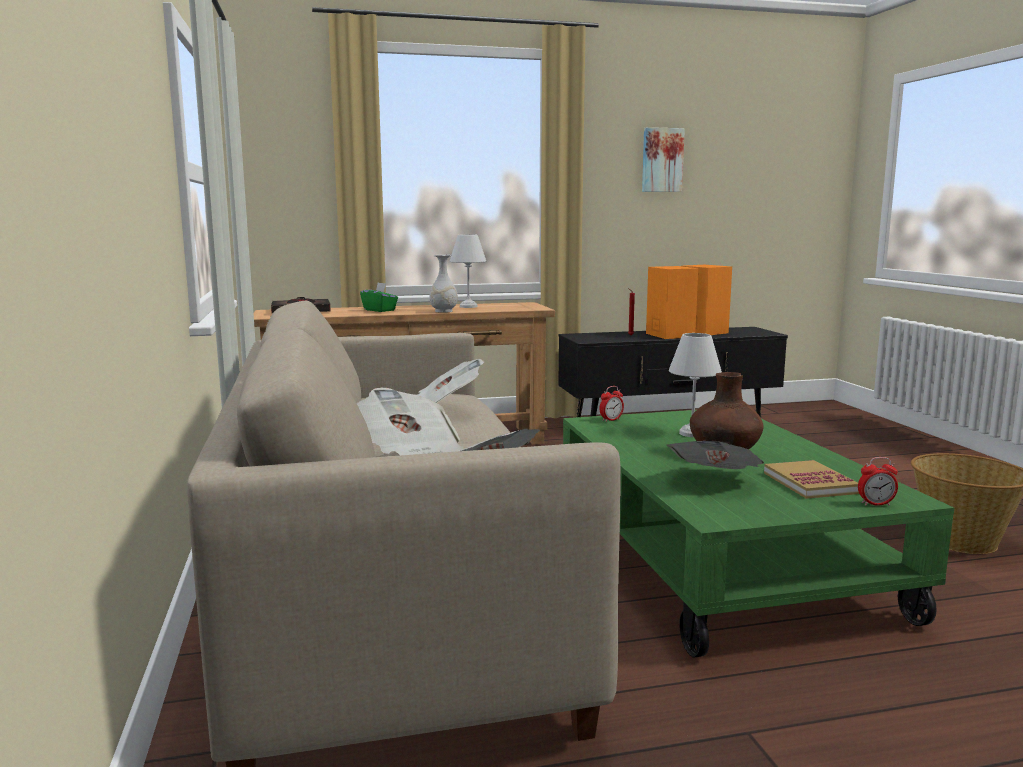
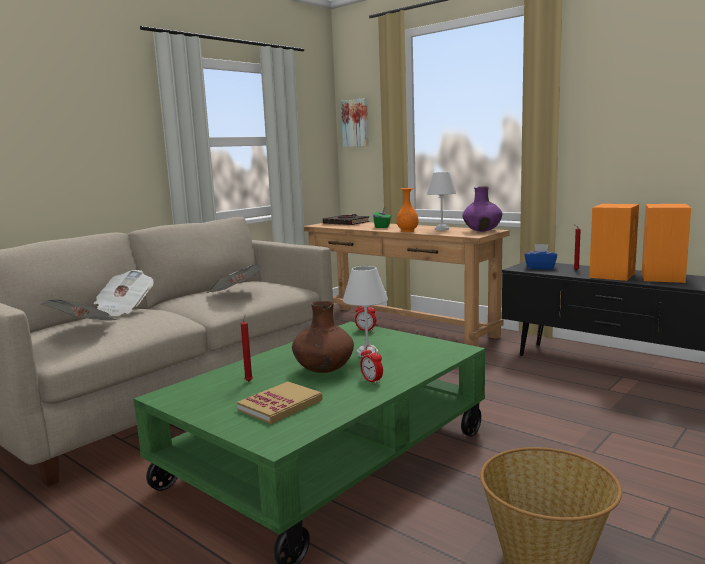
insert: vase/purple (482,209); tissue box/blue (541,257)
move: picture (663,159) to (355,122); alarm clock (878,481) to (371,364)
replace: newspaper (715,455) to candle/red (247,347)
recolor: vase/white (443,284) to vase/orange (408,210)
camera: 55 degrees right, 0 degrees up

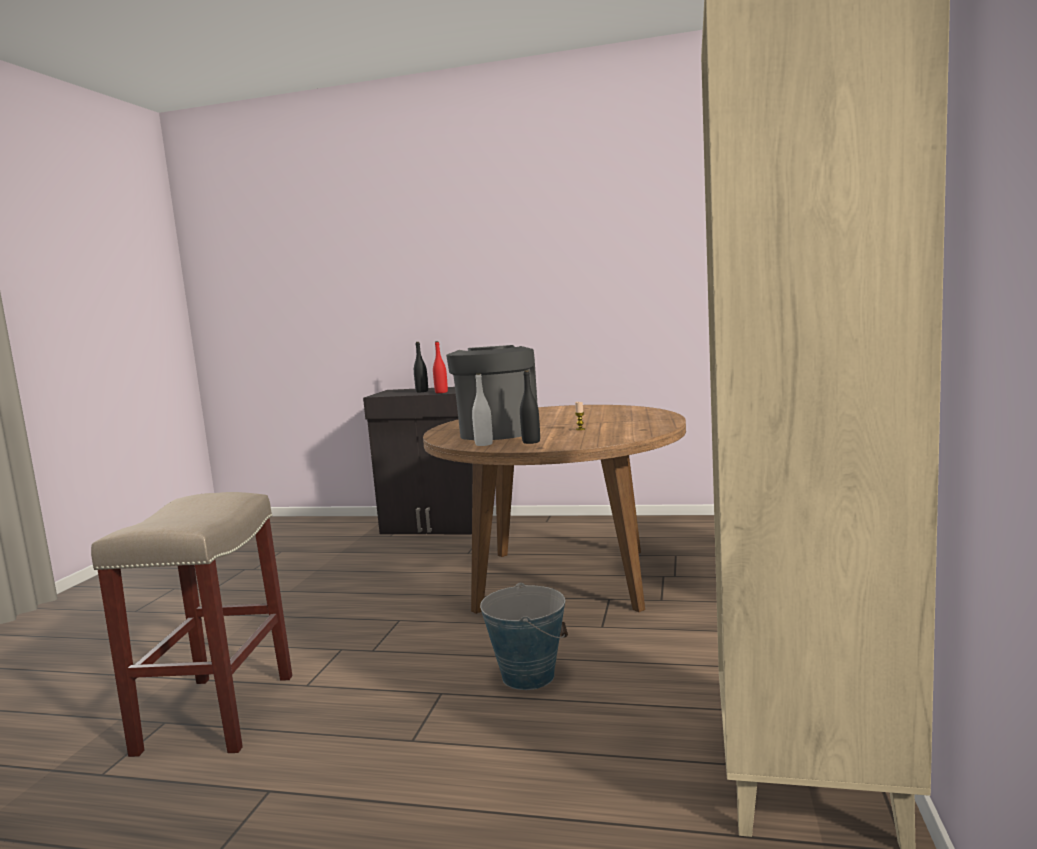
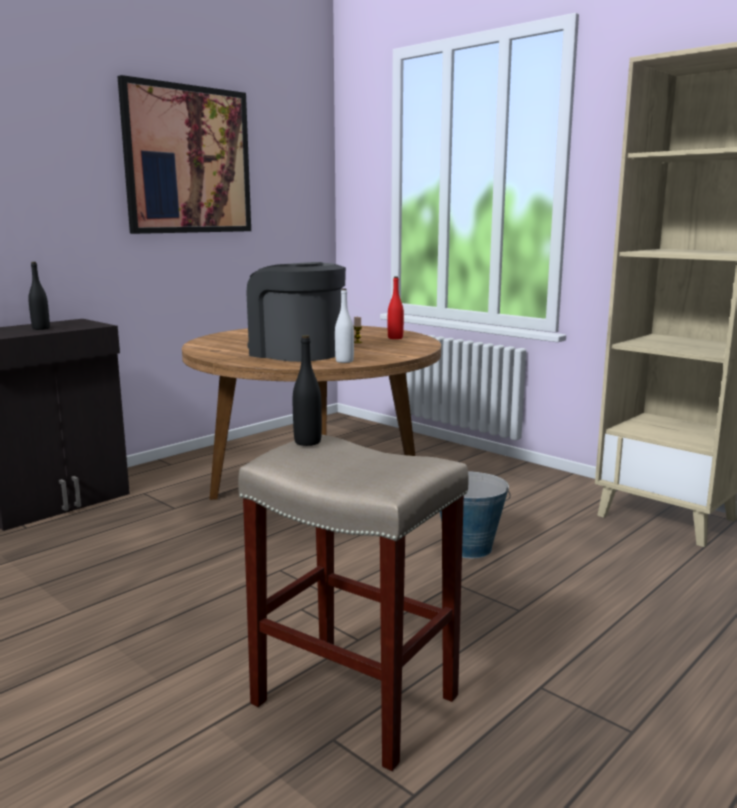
insert: picture (184,154)
move: bottle/red (440,367) to (396,307); bottle/black (530,407) to (307,390)
camera: 60 degrees left, 5 degrees up

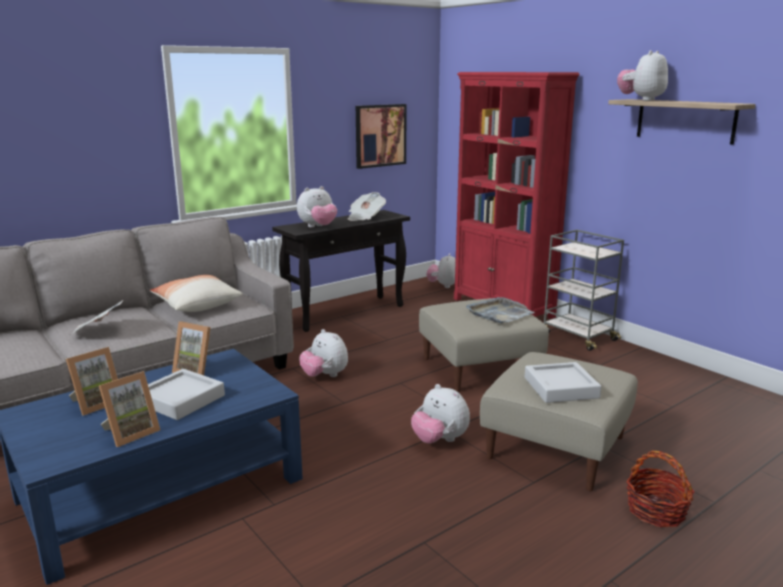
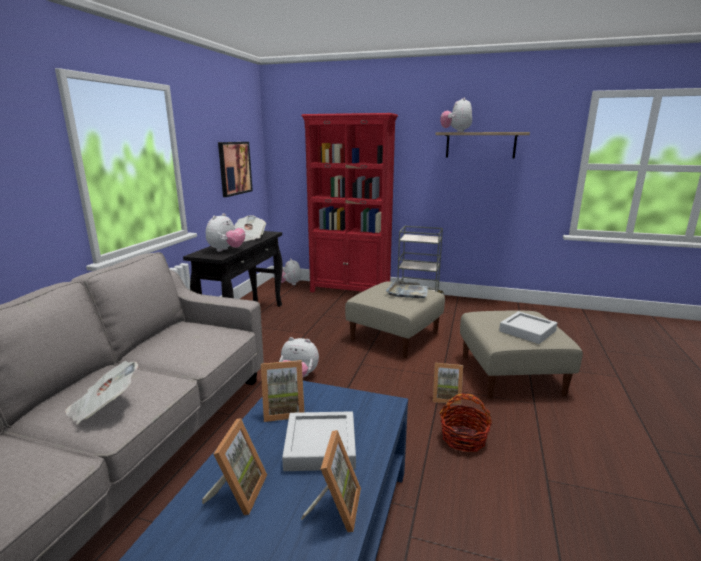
delete: pillow (196,293)
move: basket (660,488) to (465,423)
replace: plush toy (440,414) to picture frame (448,384)
camera: 35 degrees left, 0 degrees up

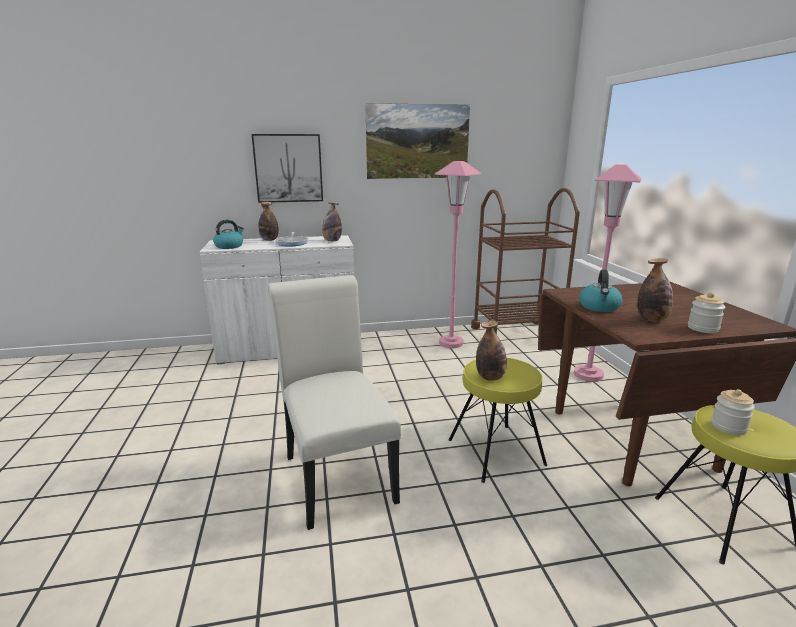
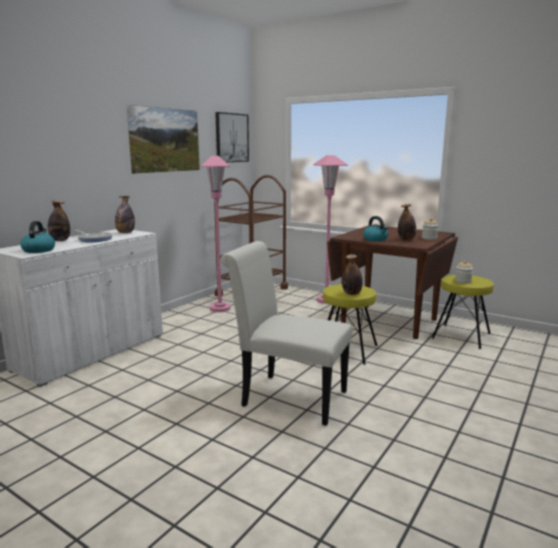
move: picture (287,168) to (232,137)
camera: 45 degrees left, 5 degrees down

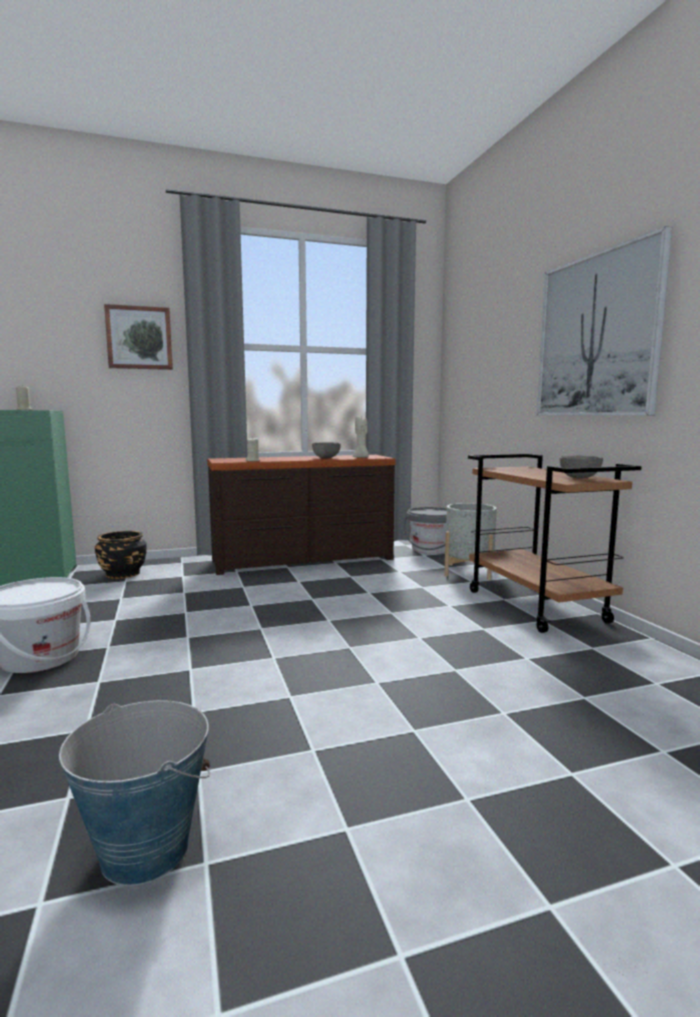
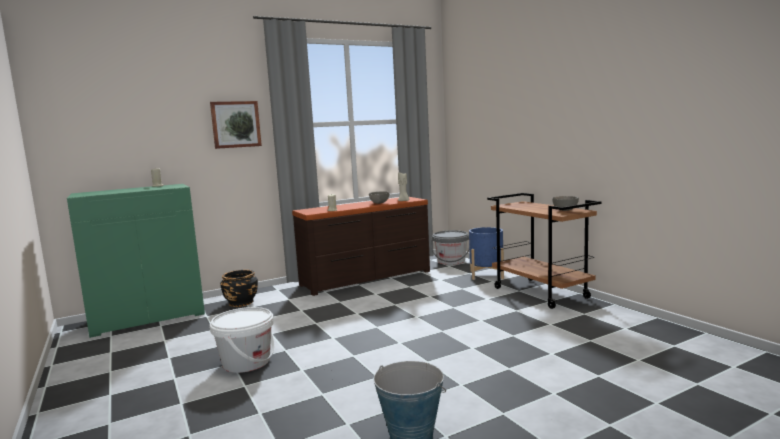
delete: picture (605,321)
recolor: planter/grey (470,541) to planter/blue (486,253)
camera: 10 degrees left, 0 degrees up

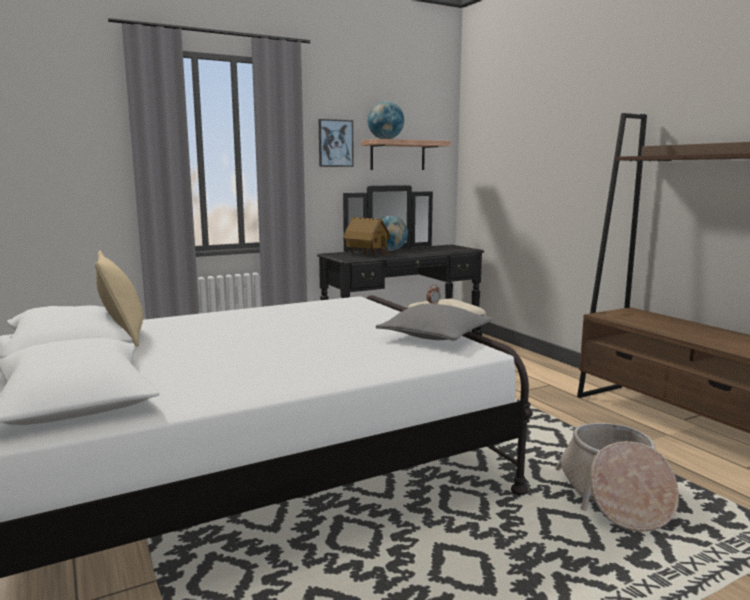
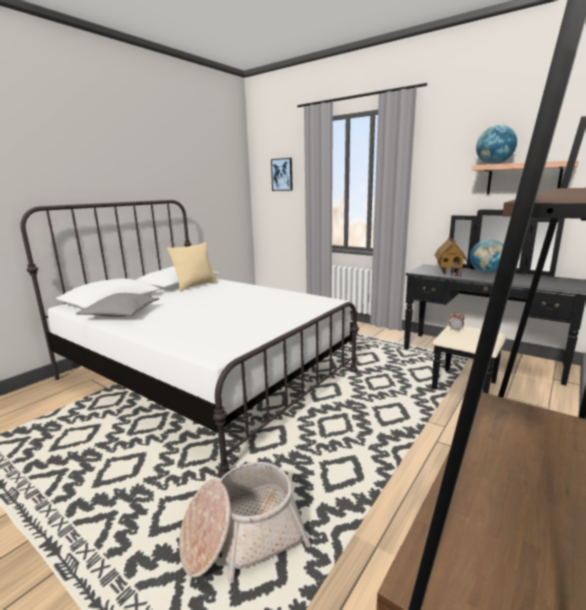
move: picture (336,143) to (282,174); pillow/grey (434,322) to (117,305)
camera: 65 degrees right, 5 degrees up

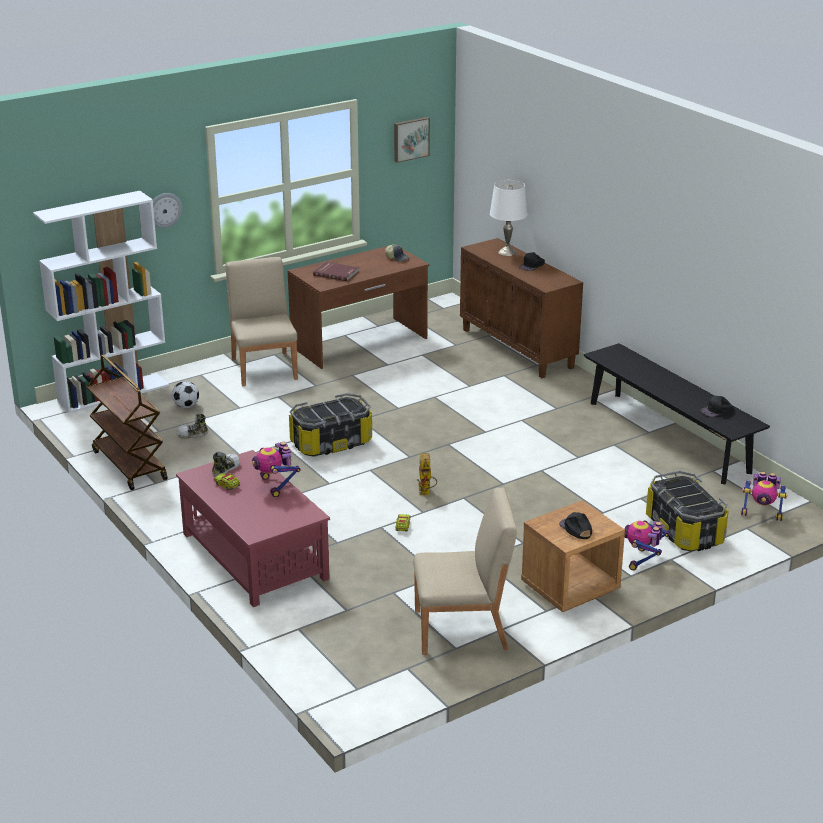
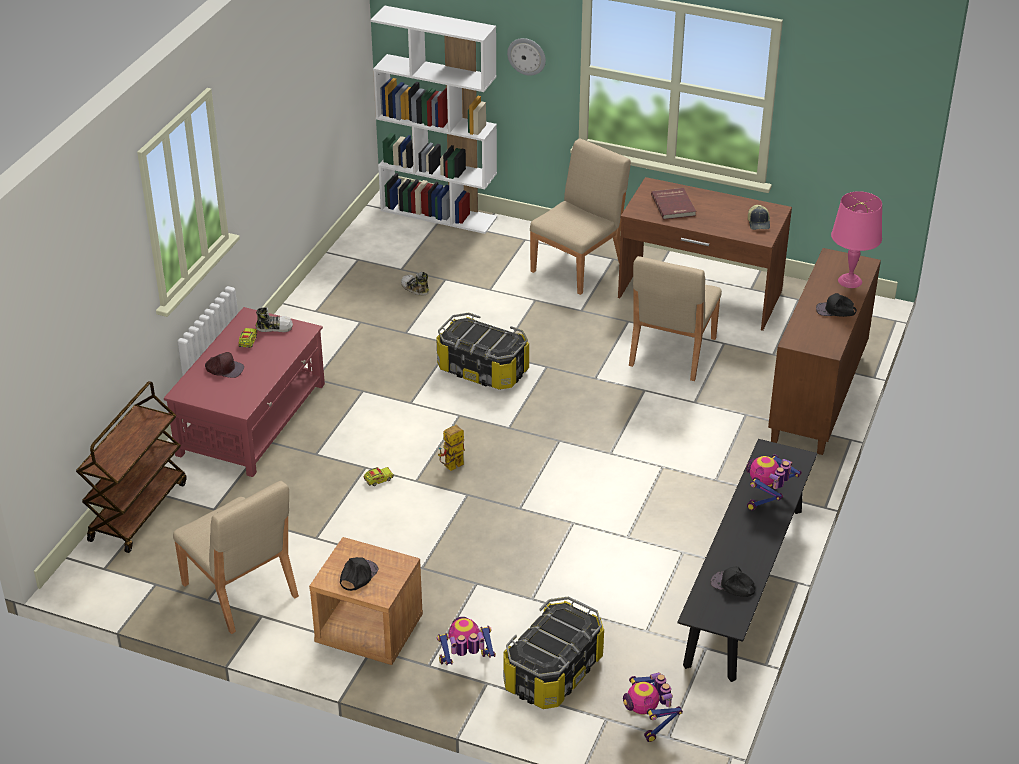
delete: football (185,394); picture (412,140)
insert: cap/brown (224,365); chair/beige (675,318)
move: cart/brown (126,422) to (131,467); toy robot (276,469) to (774,483)
recolor: table lamp/white (509,218) to table lamp/pink (856,239)
camera: 55 degrees right, 10 degrees up

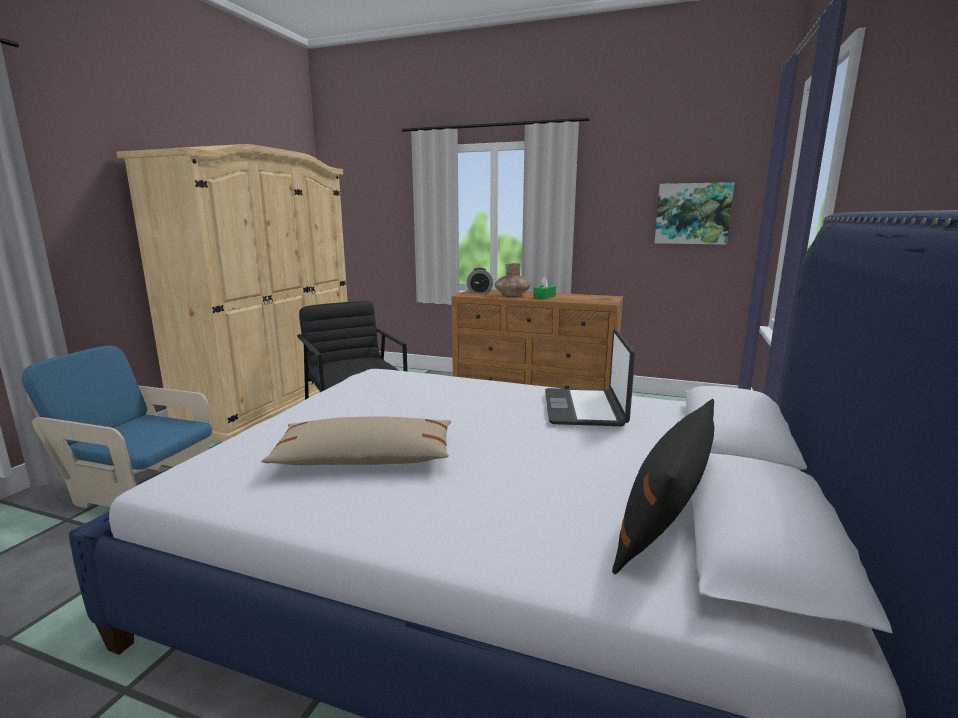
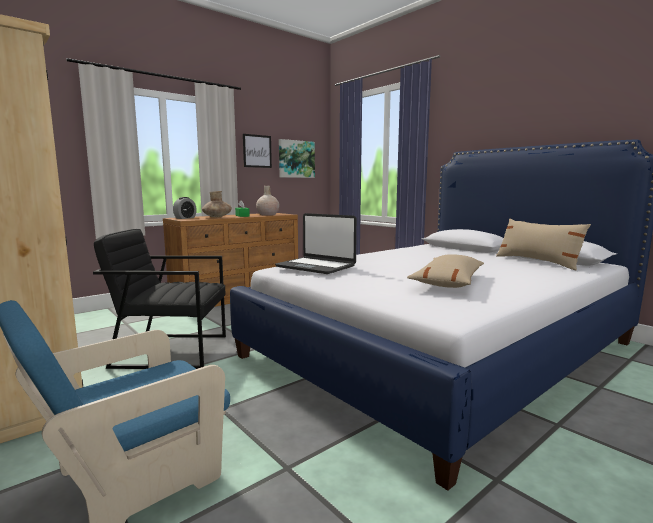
insert: picture (257,151); vase/beige (268,201)
move: laptop (590,377) to (316,243)
recolor: pillow/black (663,486) to pillow/beige (543,244)
camera: 60 degrees left, 5 degrees down

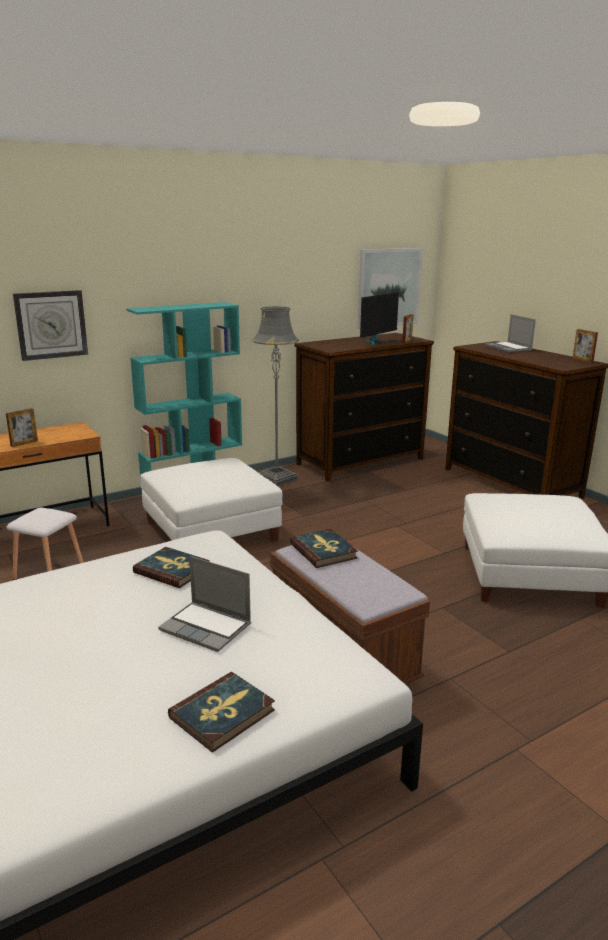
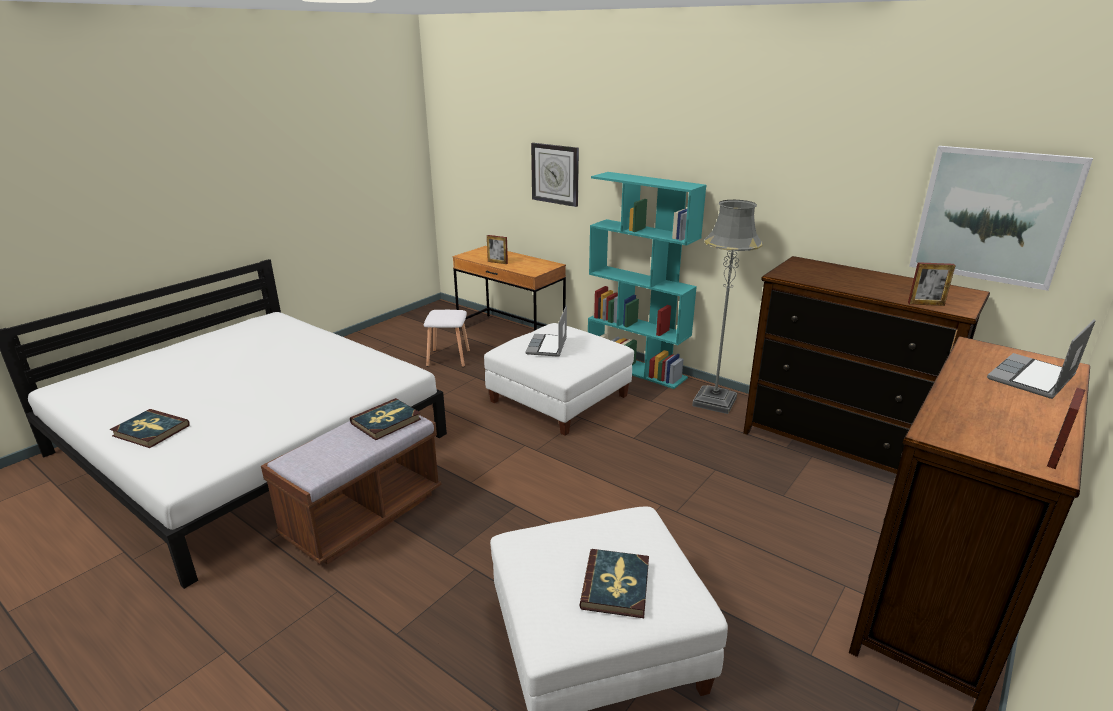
delete: monitor (379,319)
move: book (171,567) to (614,583); laptop (204,604) to (546,331)
camera: 70 degrees right, 5 degrees up

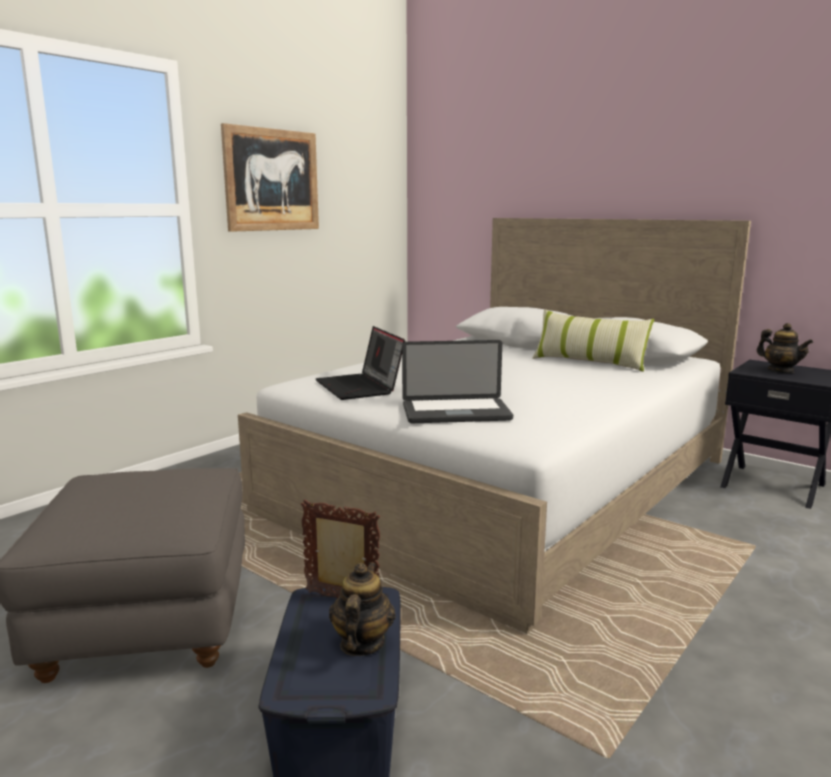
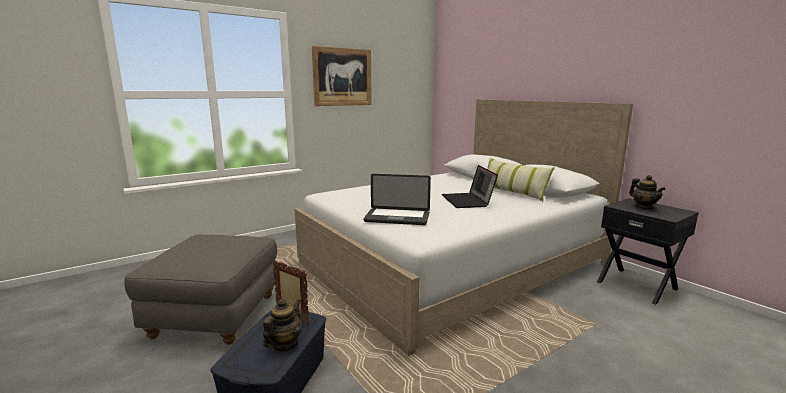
move: laptop (360,363) to (470,186)
camera: 15 degrees right, 0 degrees up

